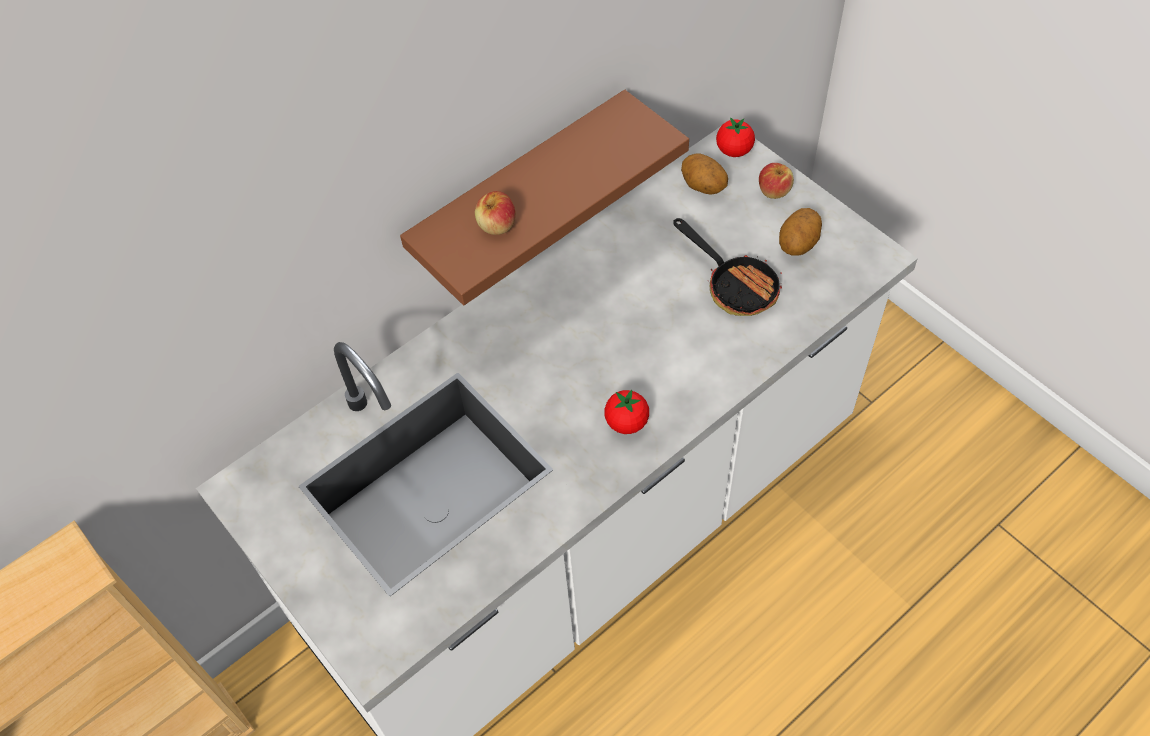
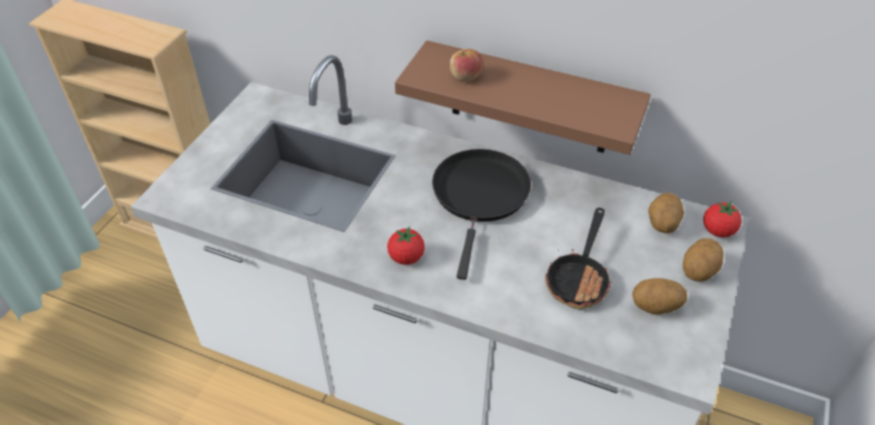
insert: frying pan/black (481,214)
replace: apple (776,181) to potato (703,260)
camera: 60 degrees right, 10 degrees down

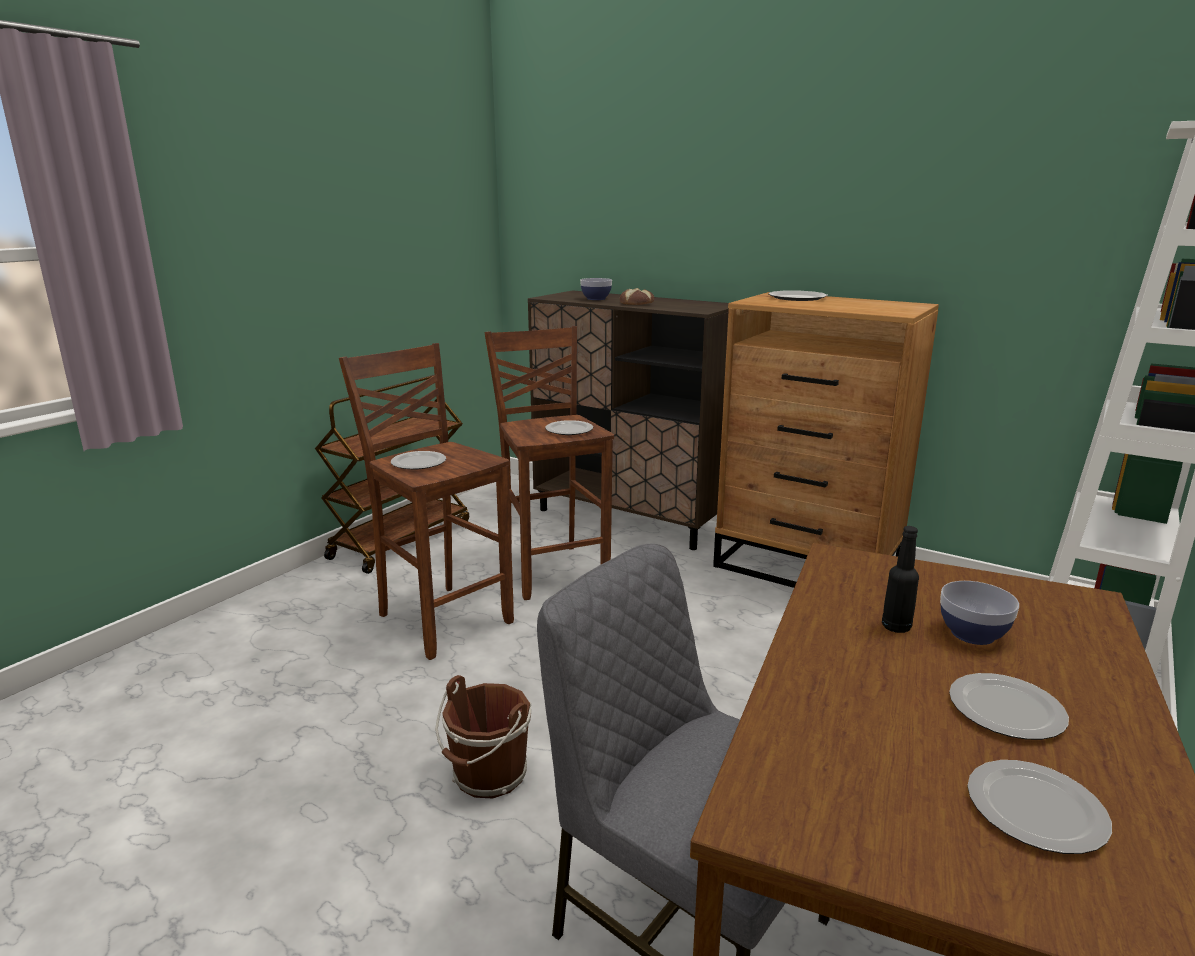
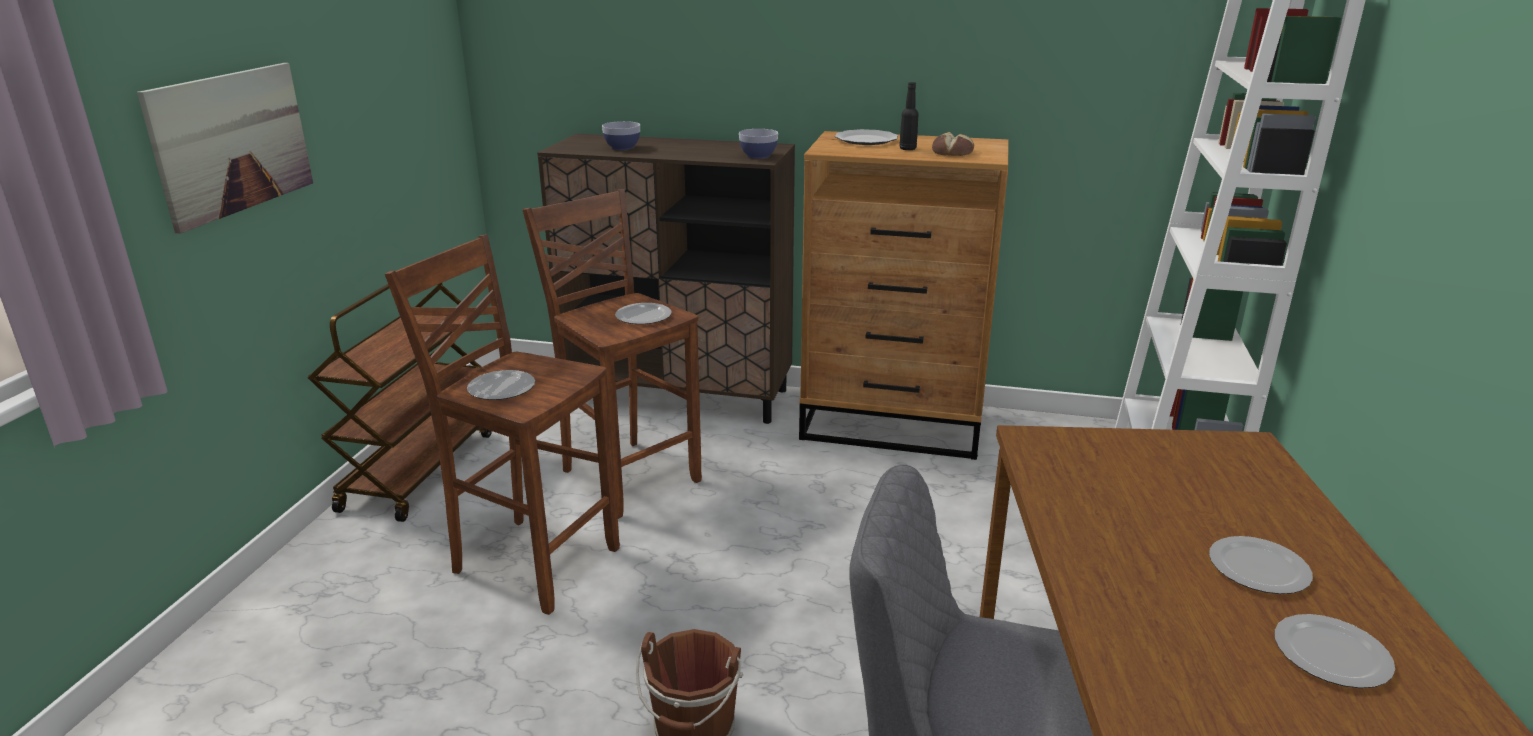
insert: picture (225,148)
move: bread (637,296) to (953,144); bottle/black (900,579) to (909,116); bowl (979,613) to (758,144)
camera: 20 degrees left, 5 degrees up

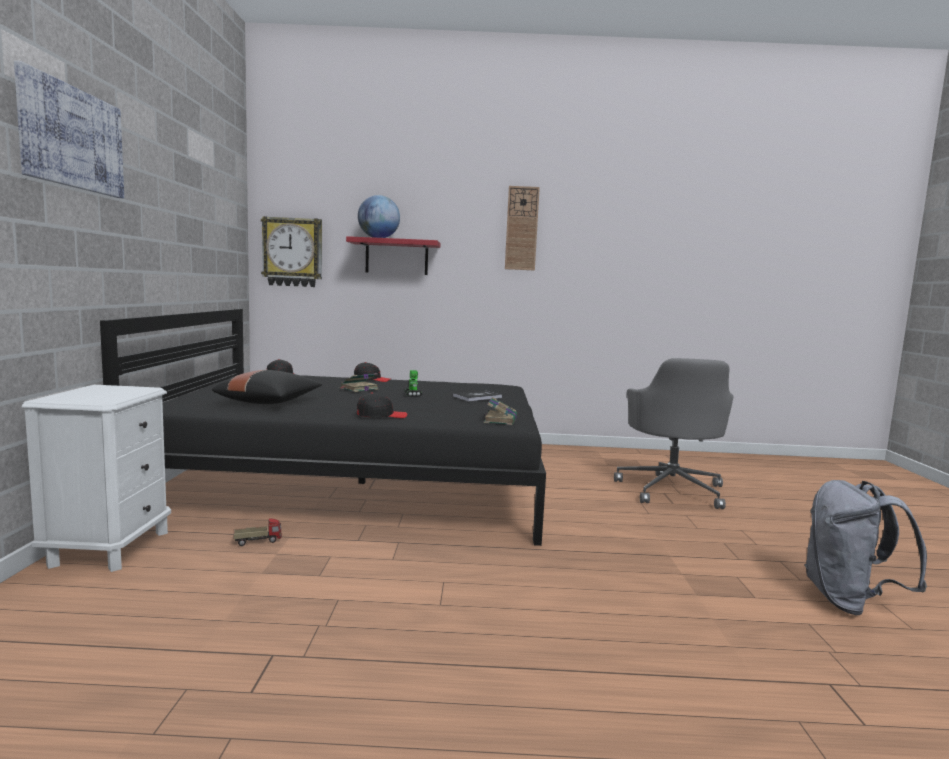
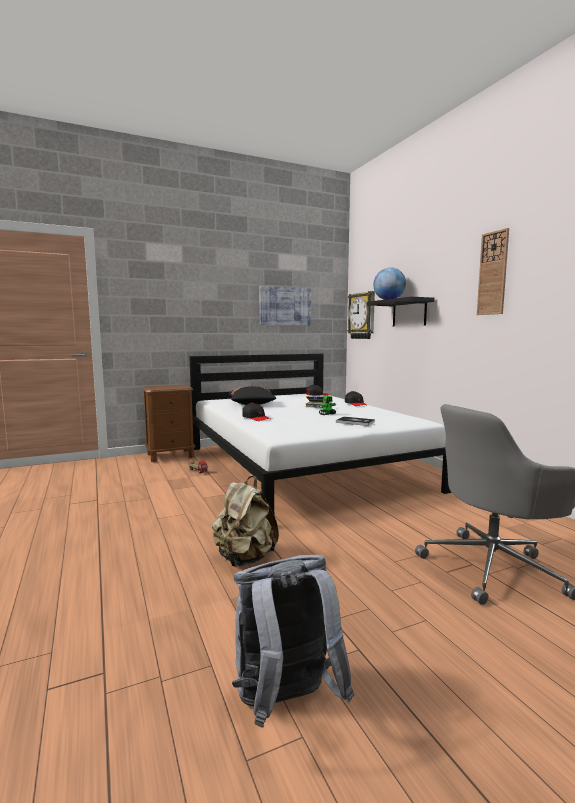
delete: book (500,411)
insert: backpack/beige (245,521)
move: picture (69,129) to (285,305)
recolor: nightstand/white (96,478) to nightstand/brown (168,423); bed/black (323,427) to bed/white (320,436); shelf/red (393,255) to shelf/black (400,311)
camera: 65 degrees right, 0 degrees up

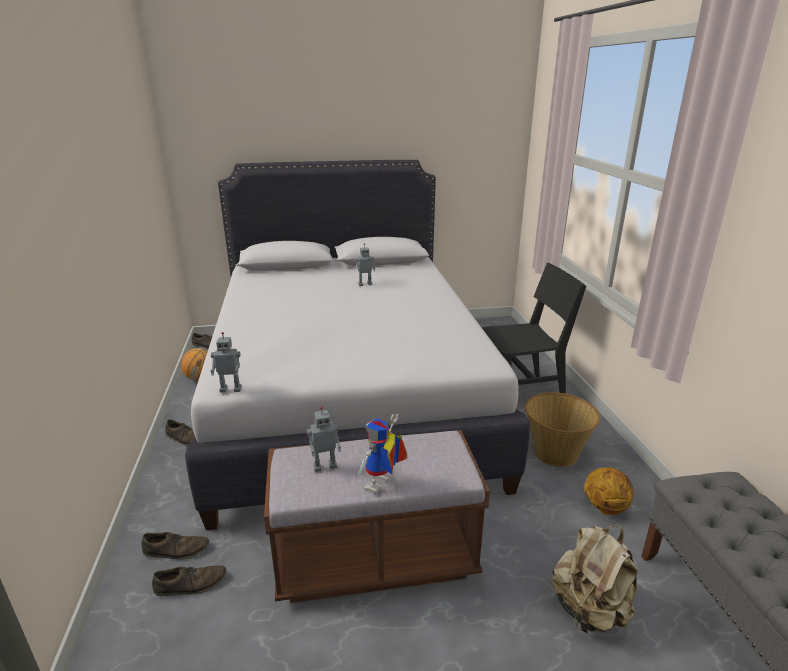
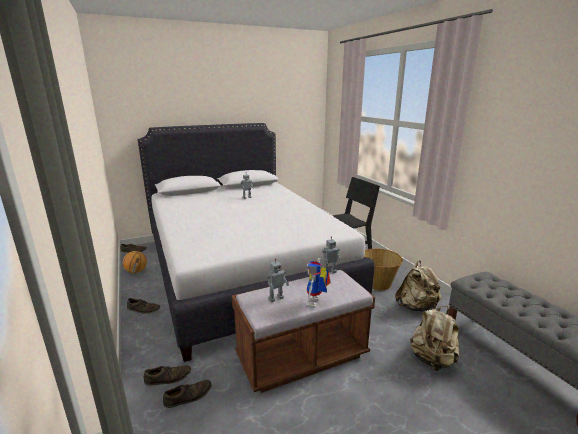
move: toy robot (226,362) to (332,254)
replace: basketball (609,491) to backpack/beige (418,285)
camera: 15 degrees left, 5 degrees down

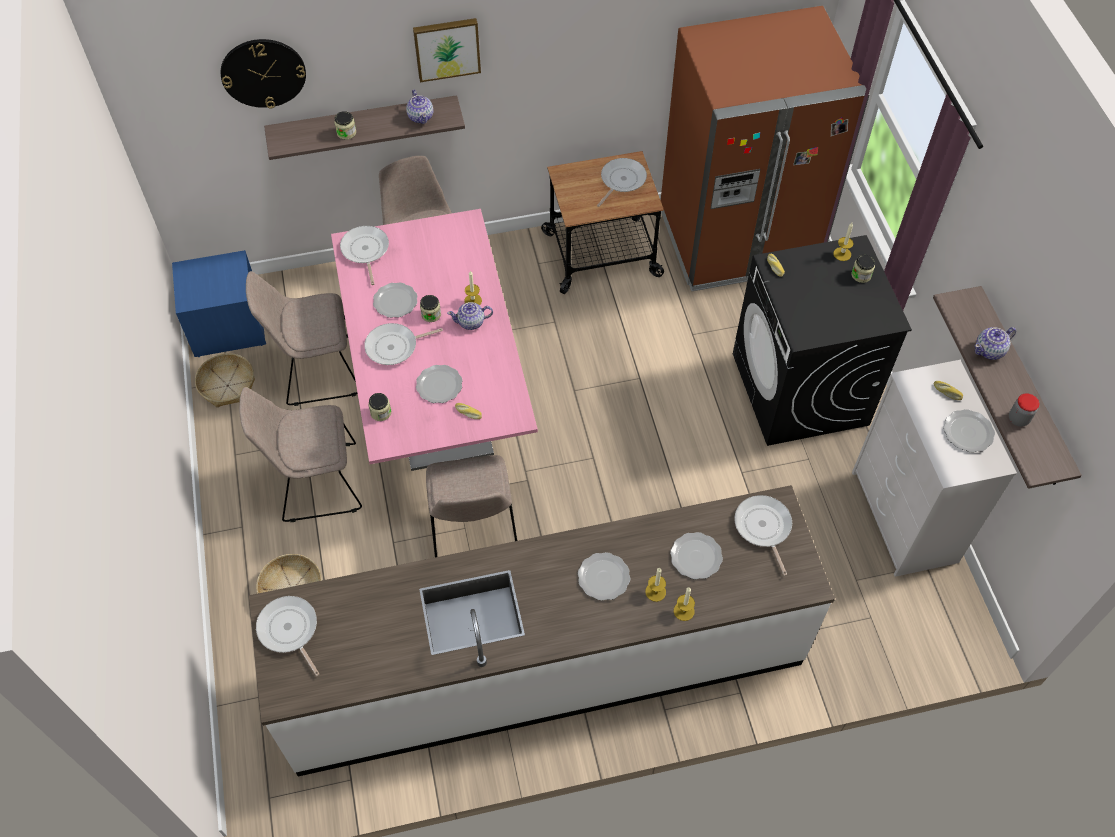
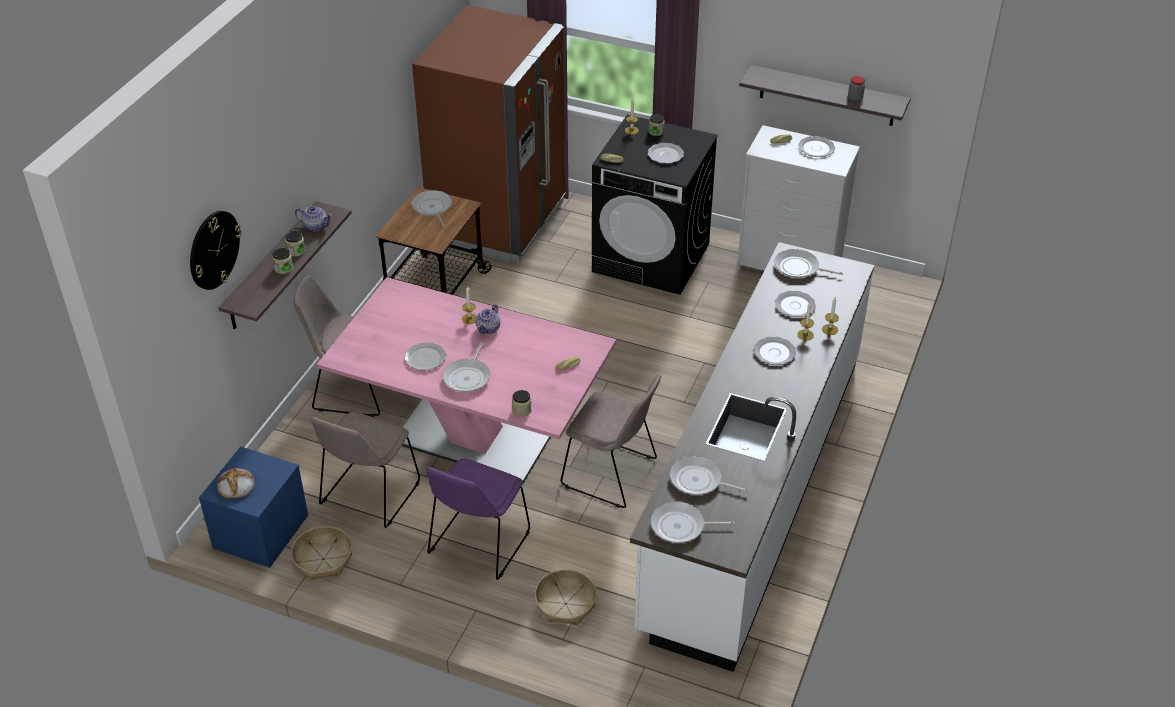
delete: picture (447,50); teapot (995,343)
insert: bread (236,483)
move: frying pan (364,255) to (709,475); plate (439,384) to (666,153); jar (430,308) to (295,244)
recolor: chair/beige (300,454) to chair/purple (478,519)
camera: 55 degrees left, 15 degrees down

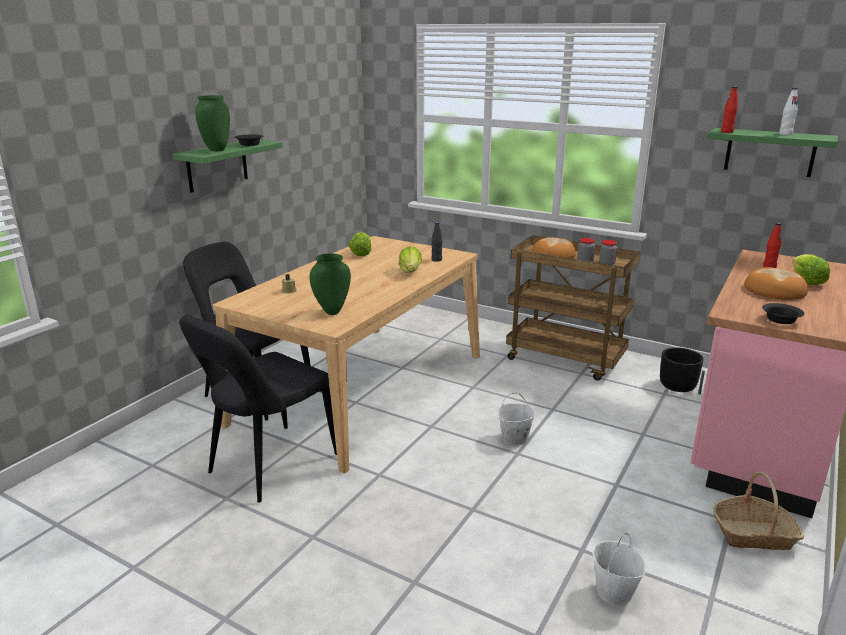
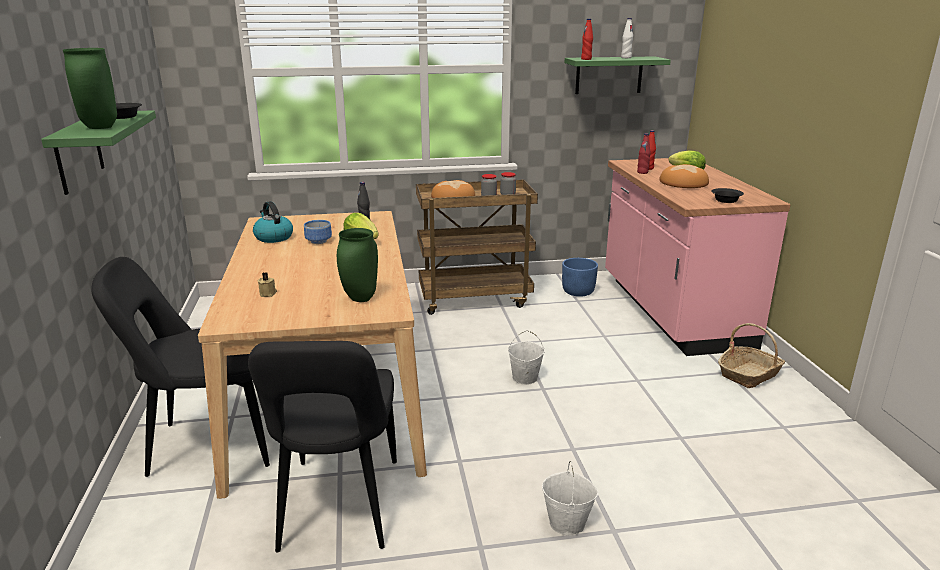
insert: bowl (318,232); bottle/red (644,154)
move: bucket/white (619,569) to (570,498)
replace: lettuce (360,244) to kettle (273,222)
recolor: planter/black (682,369) to planter/blue (580,277)
camera: 40 degrees left, 0 degrees up

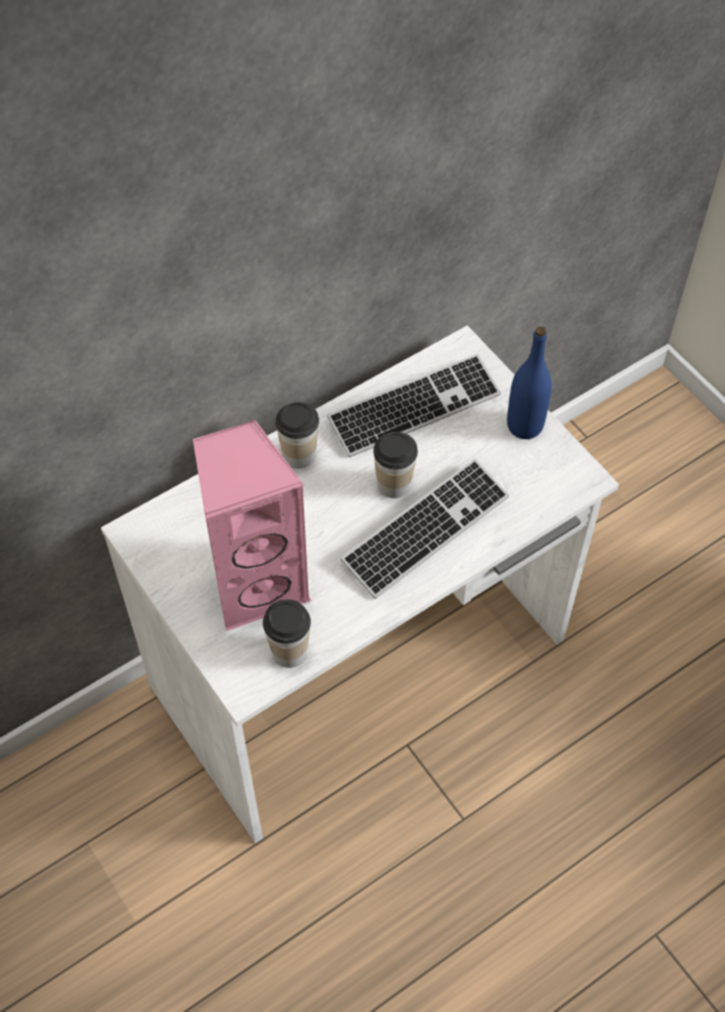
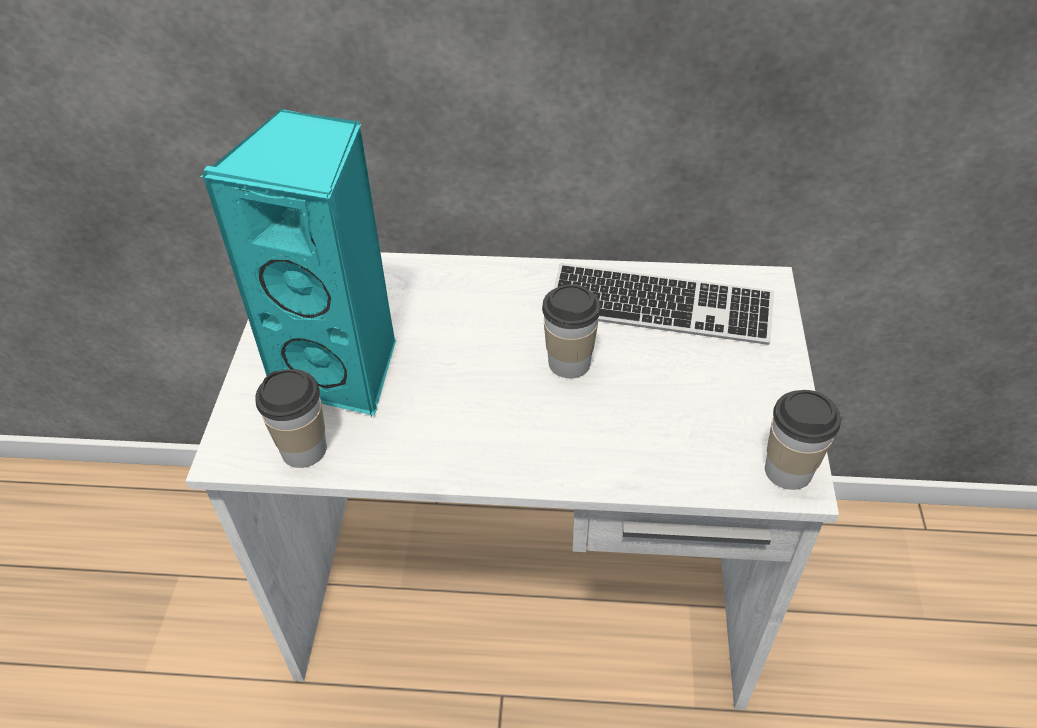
delete: keyboard (424,529); bottle/blue (529,383)
move: cup (297,435) to (803,440)
recolor: speaker/pink (252,525) to speaker/turquoise (298,262)
camera: 40 degrees right, 10 degrees down

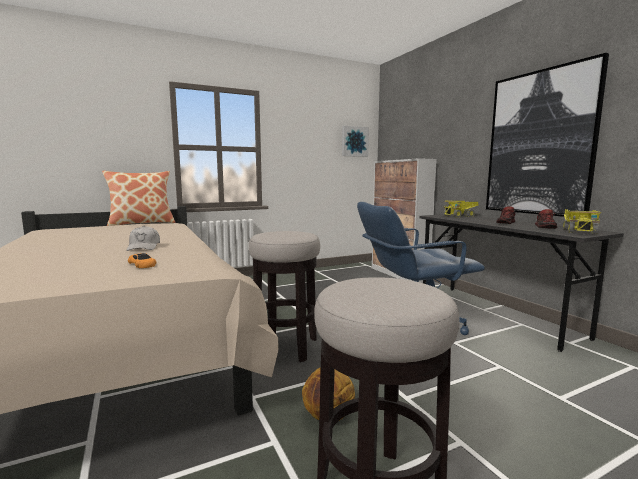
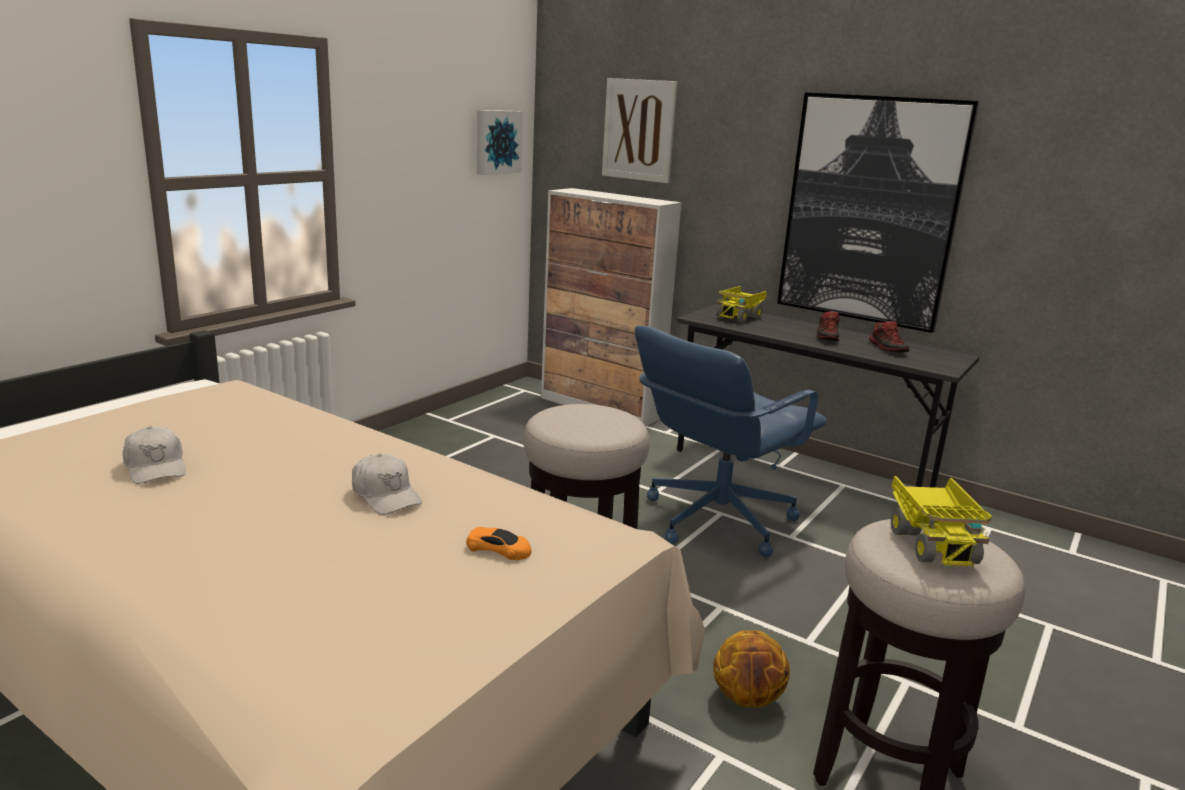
delete: pillow (138,198)
insert: cap/white (154,455); picture (640,130)
move: toy truck (582,221) to (942,522)
camera: 30 degrees left, 10 degrees up

